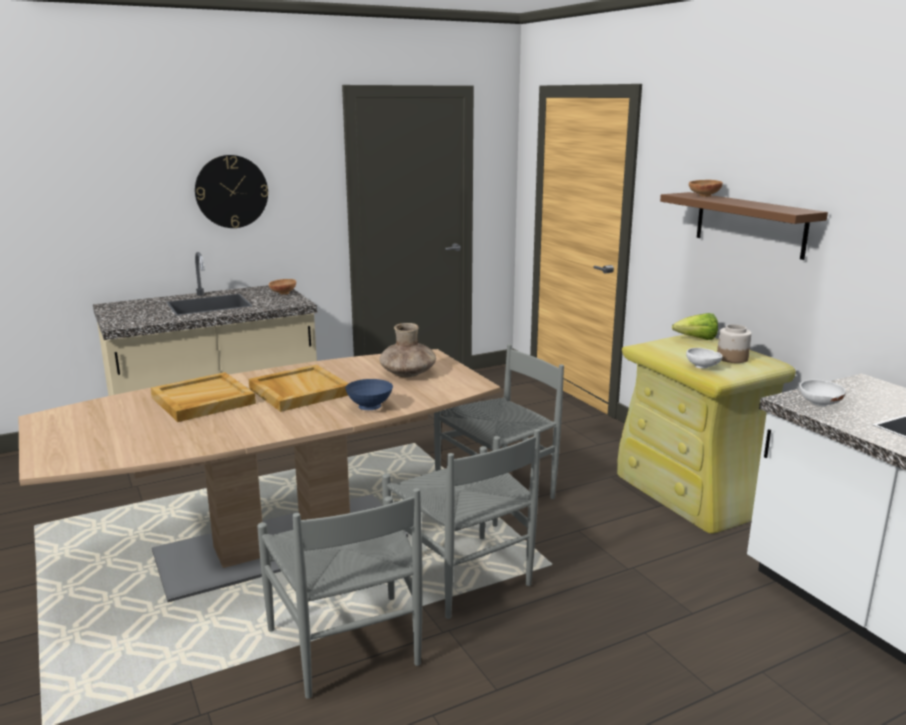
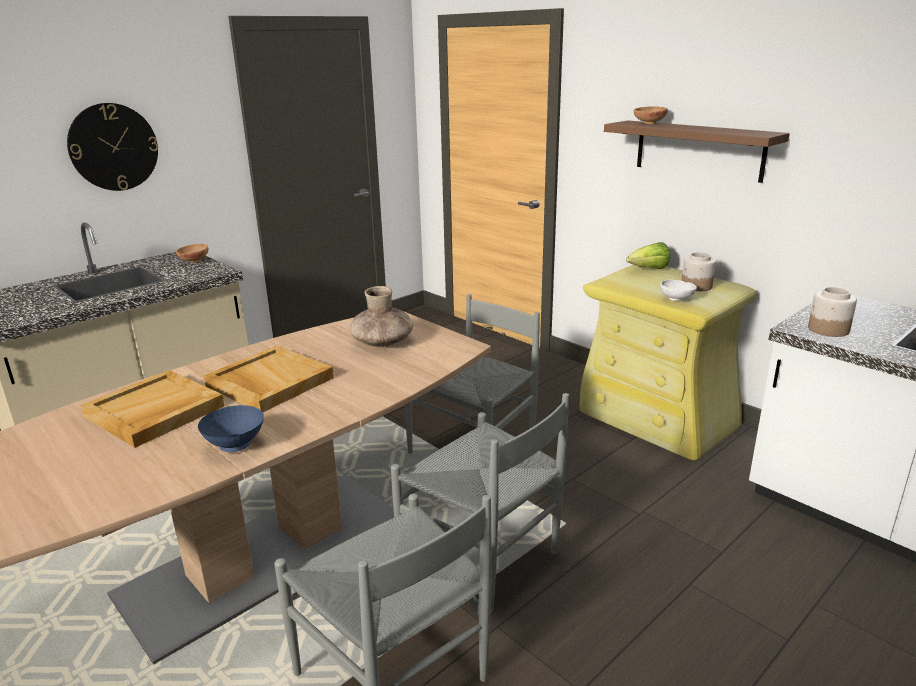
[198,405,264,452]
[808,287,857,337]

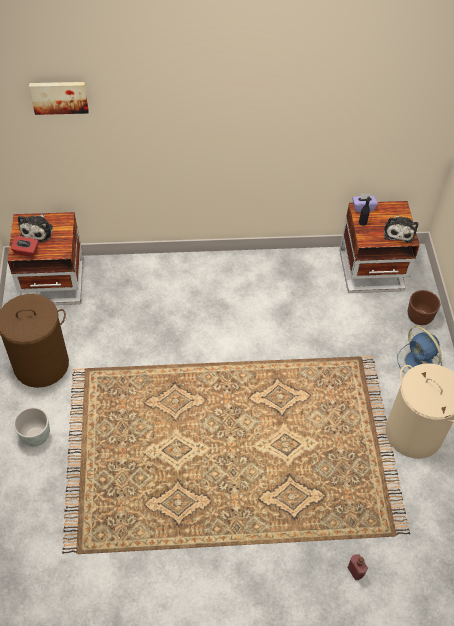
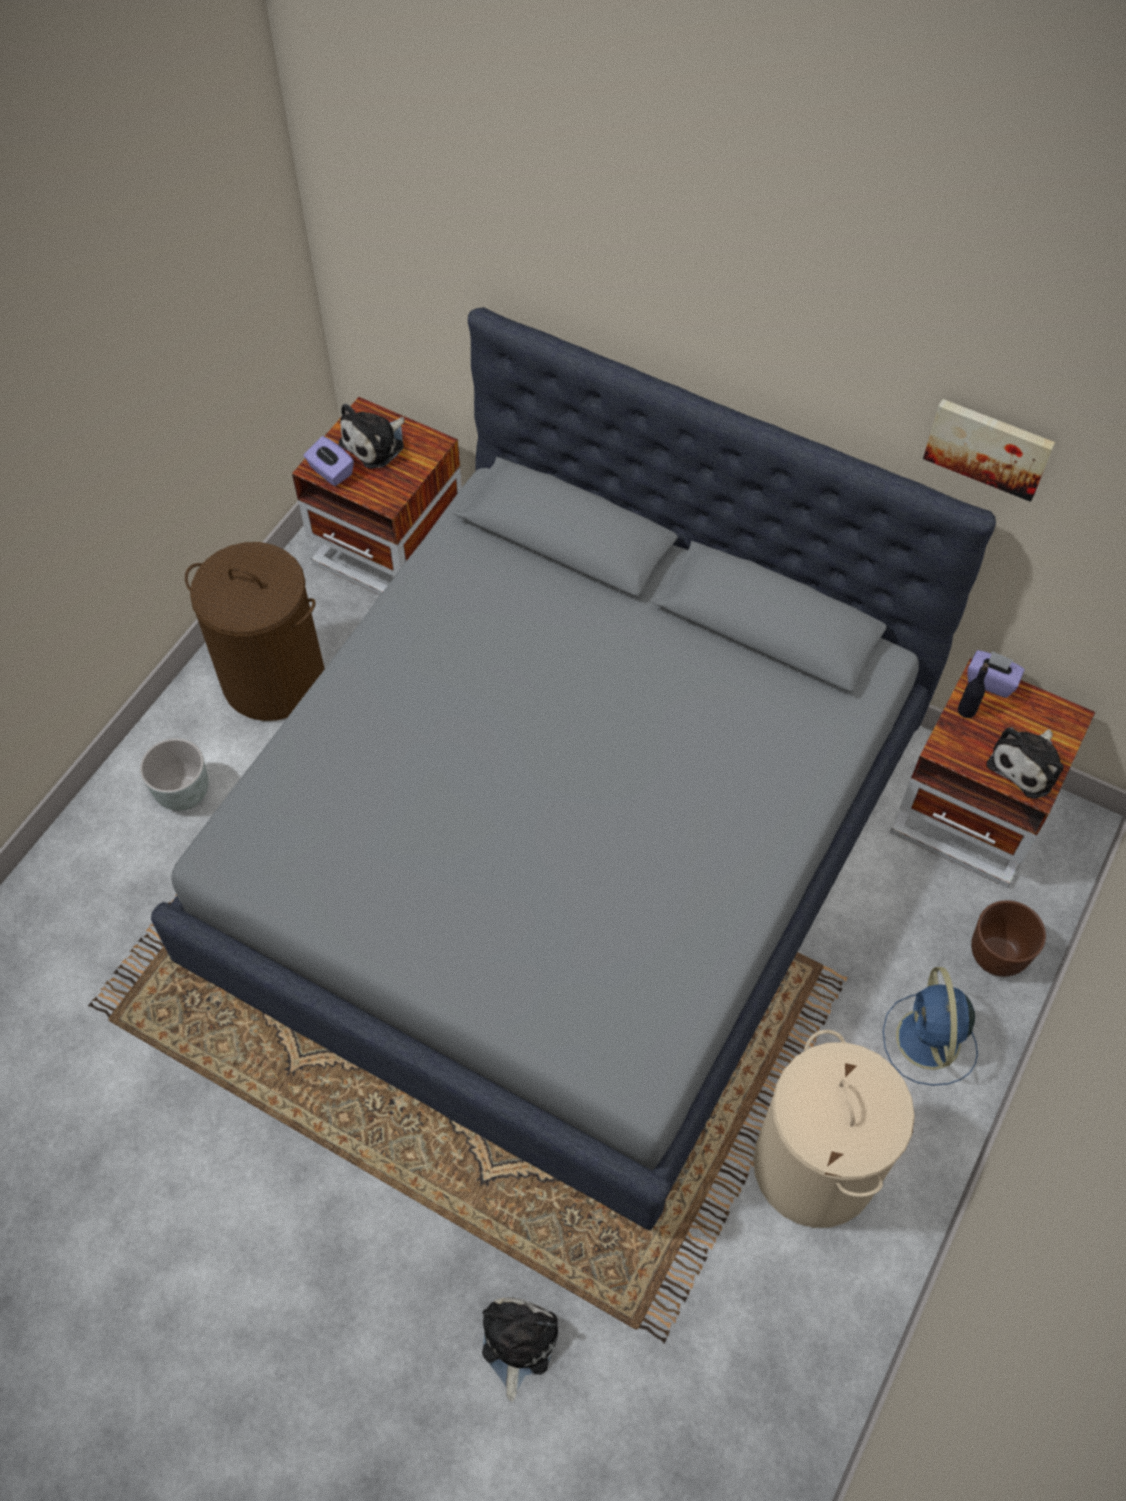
[304,436,354,486]
[923,399,1055,502]
[482,1297,558,1402]
[151,307,996,1231]

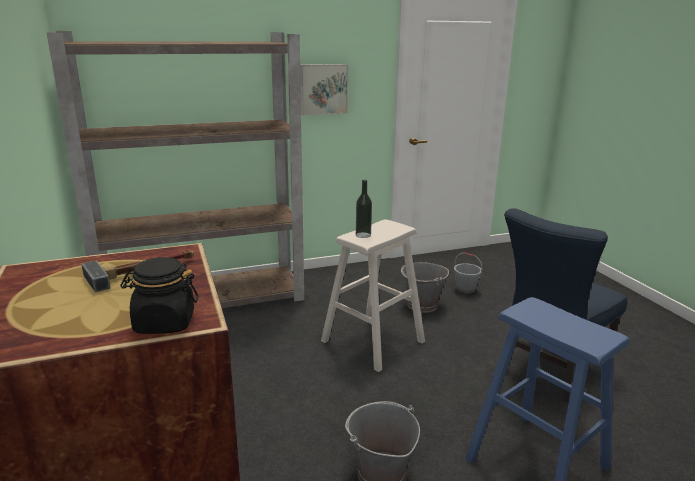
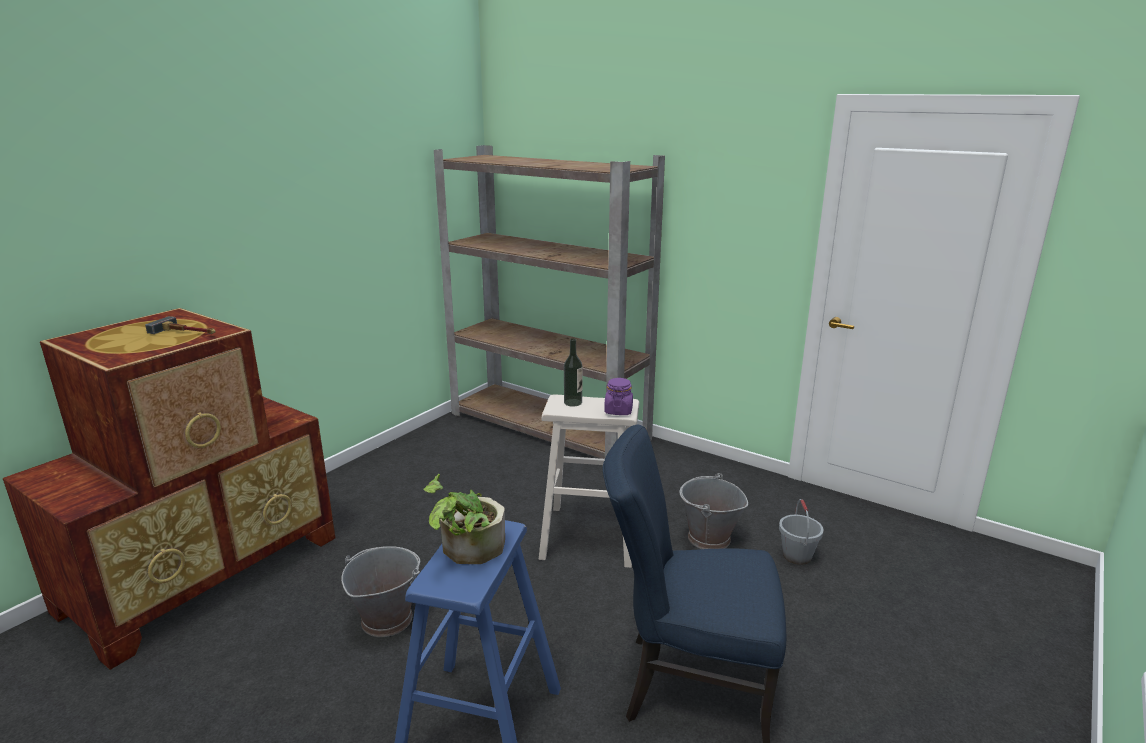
[120,257,199,334] (first image)
[300,64,348,116] (first image)
[423,474,505,564]
[604,378,633,415]

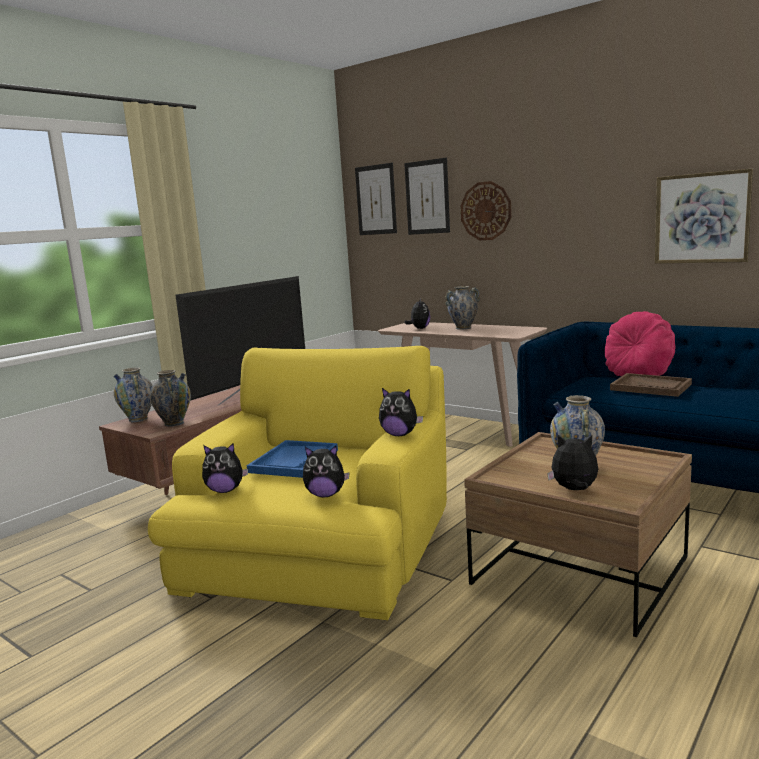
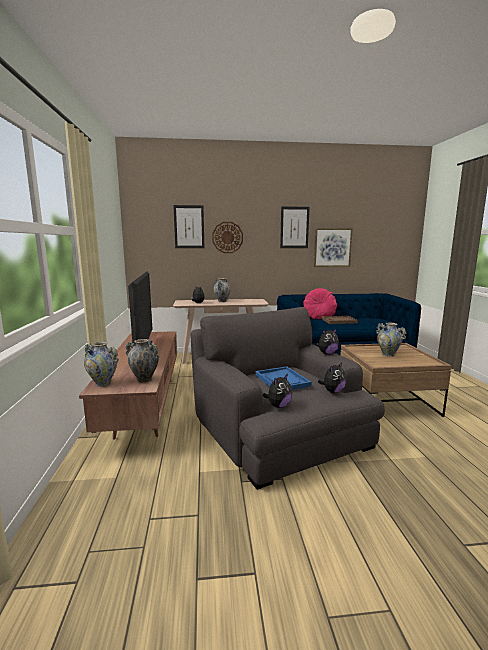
[190,307,385,490]
[280,206,310,248]
[547,434,598,490] (first image)

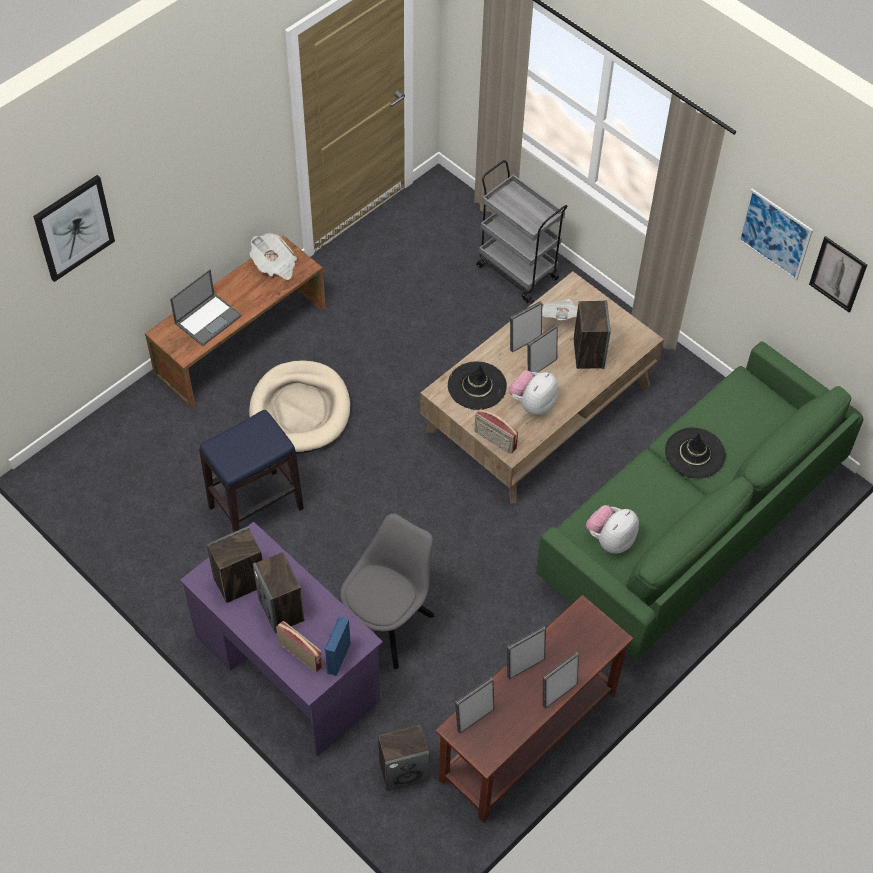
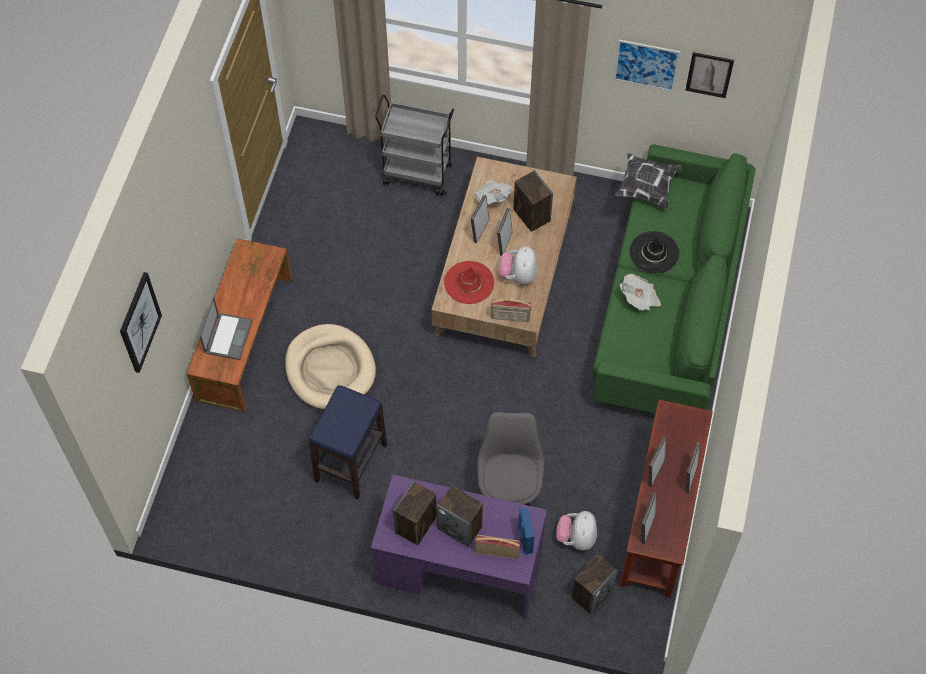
[620,274,661,311]
[444,261,494,304]
[556,511,597,551]
[615,153,683,209]

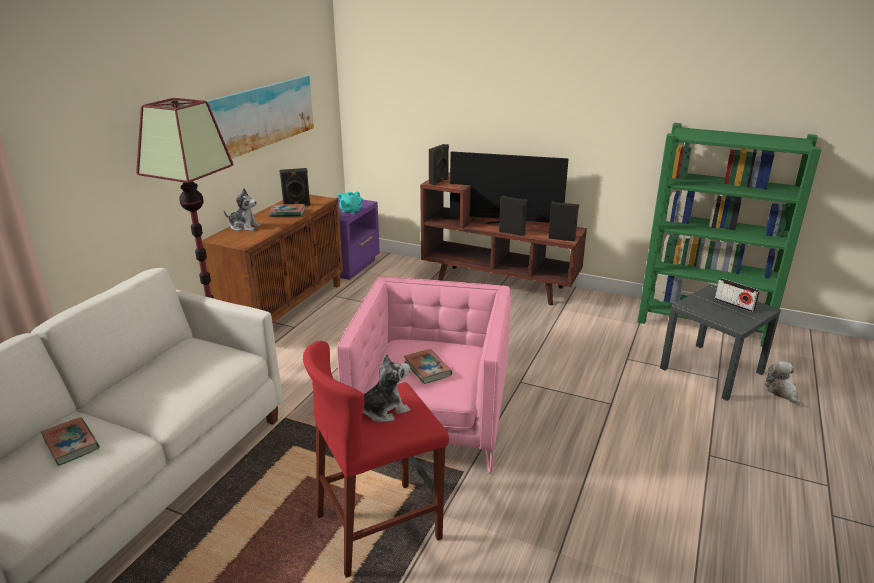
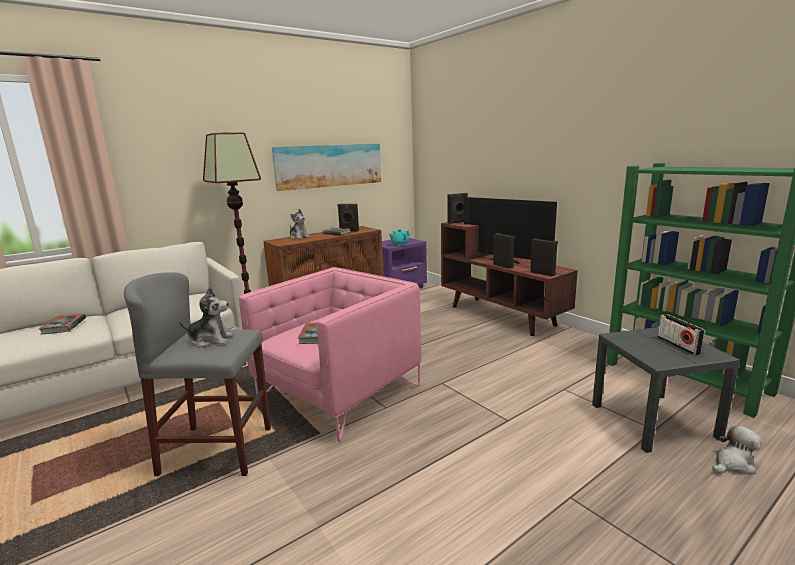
[124,272,271,476]
[712,425,762,474]

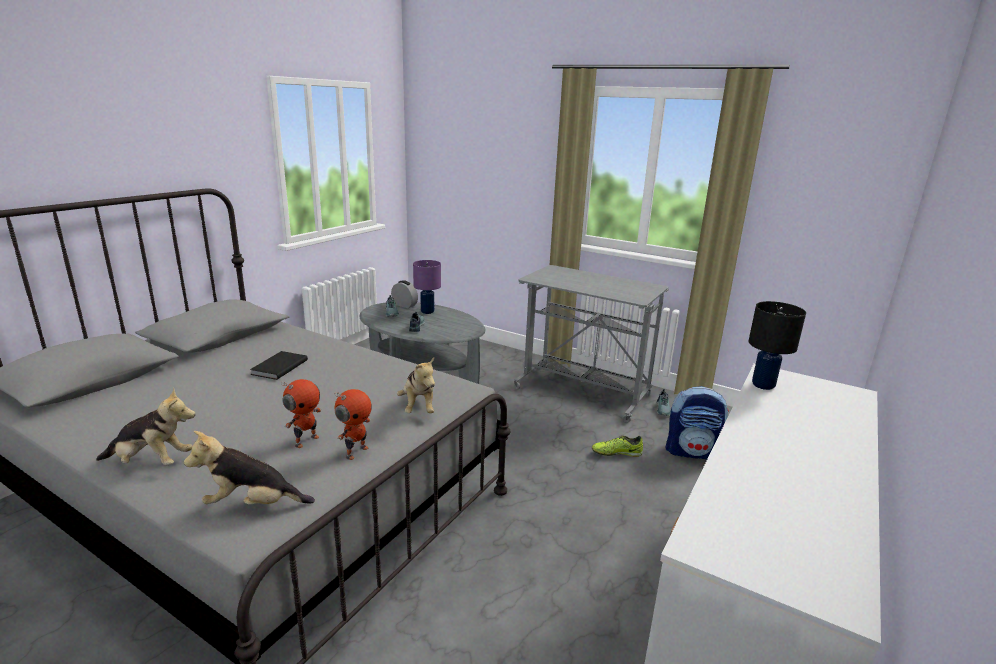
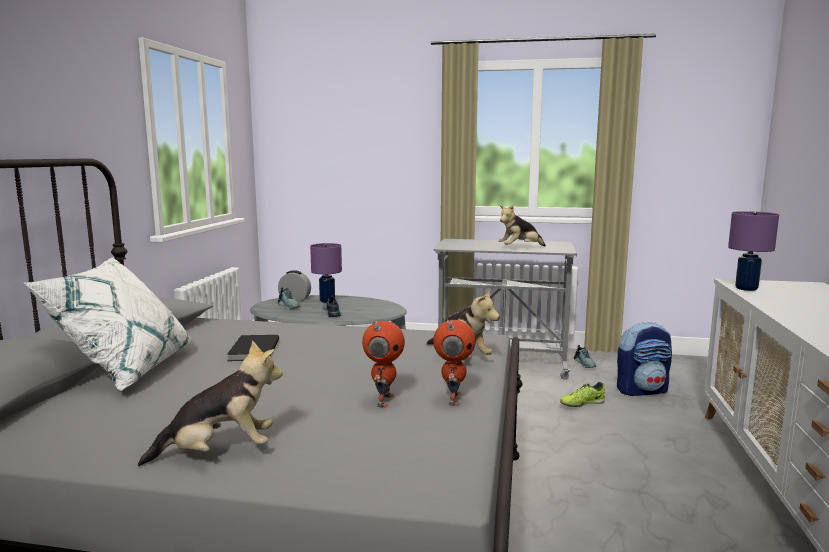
[499,205,546,246]
[728,211,779,291]
[24,257,191,391]

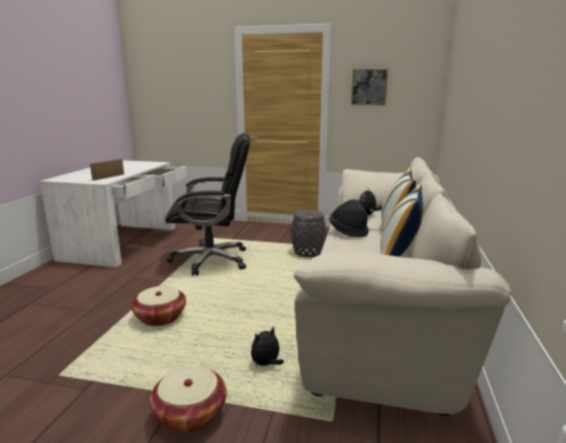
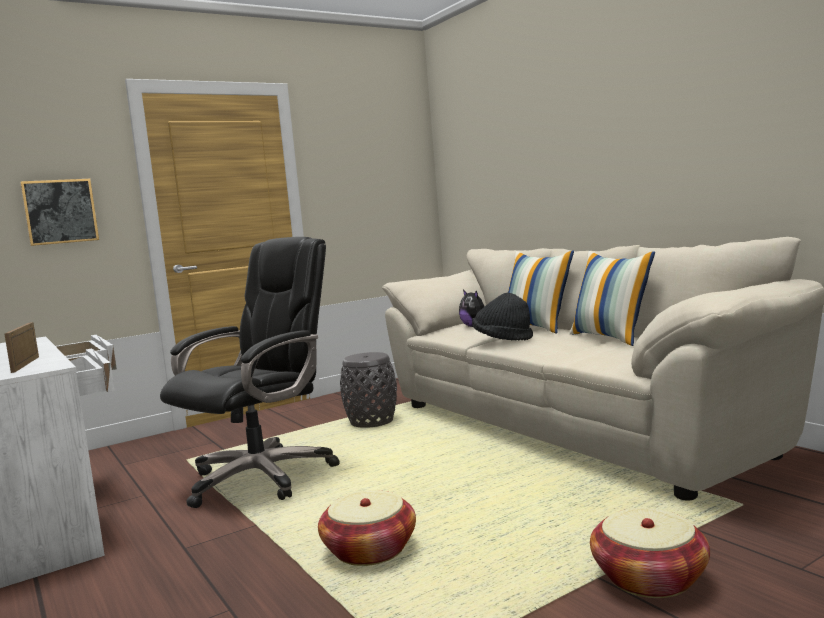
[251,326,284,366] (first image)
[20,179,99,246]

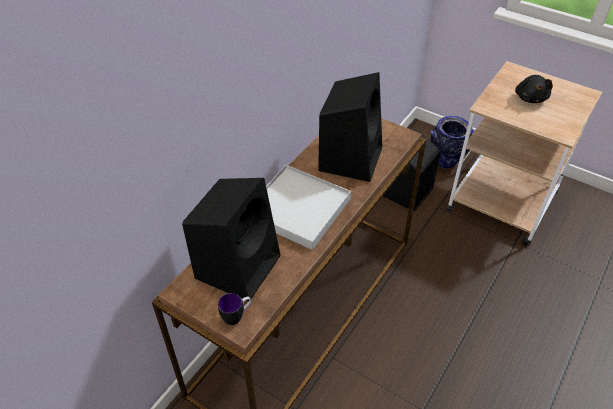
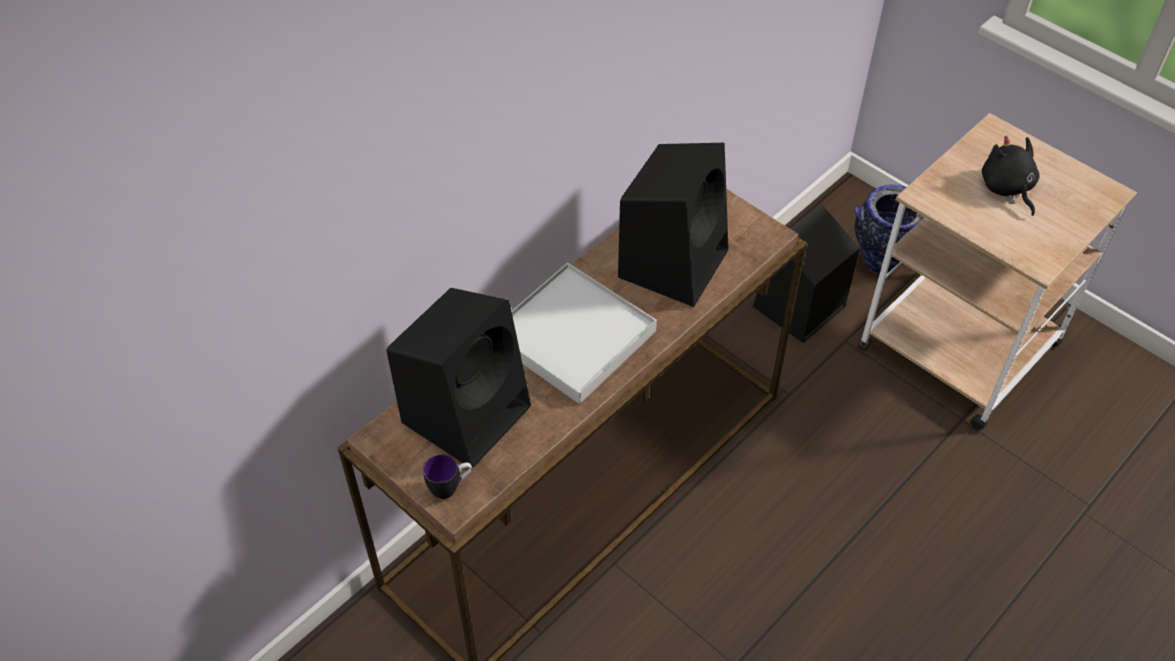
[982,136,1040,216]

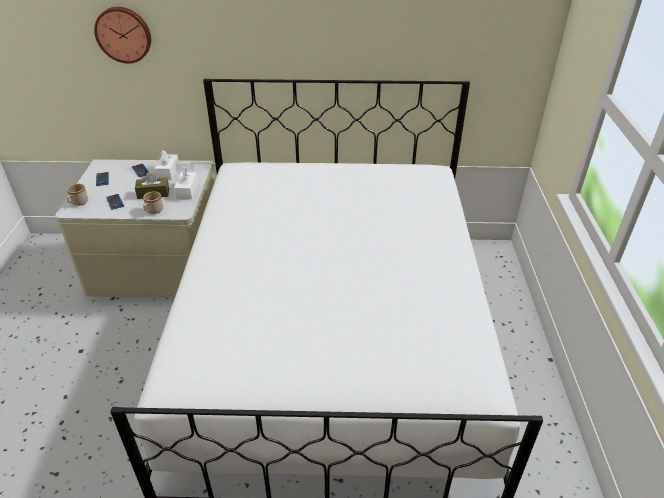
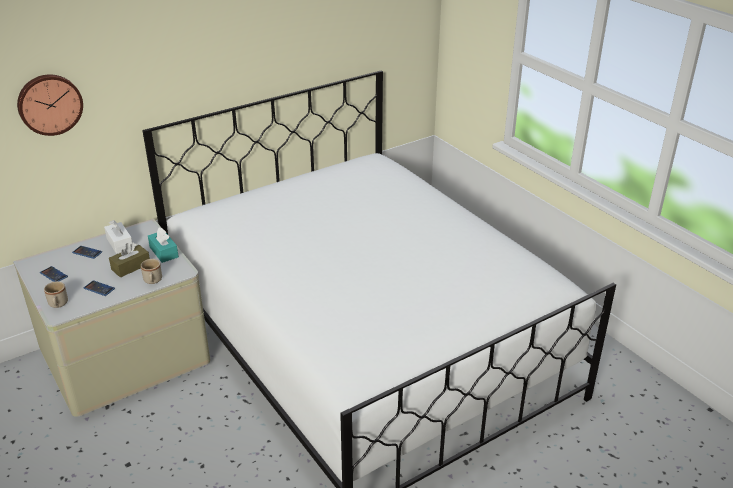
[148,227,179,263]

